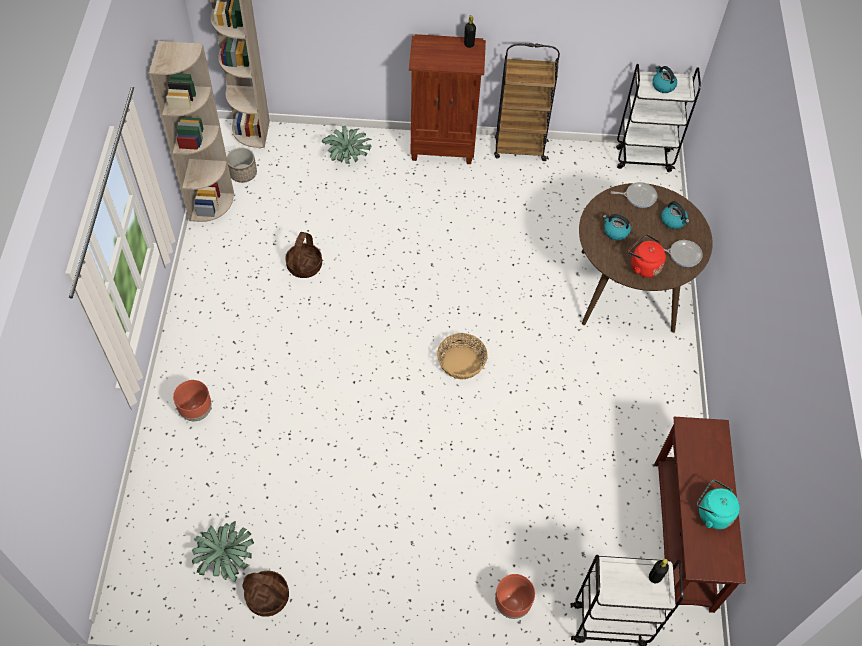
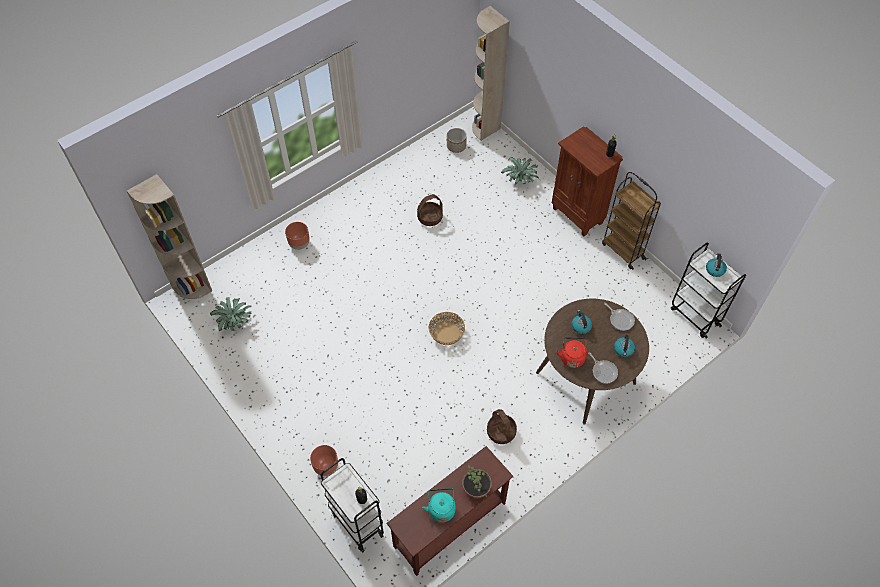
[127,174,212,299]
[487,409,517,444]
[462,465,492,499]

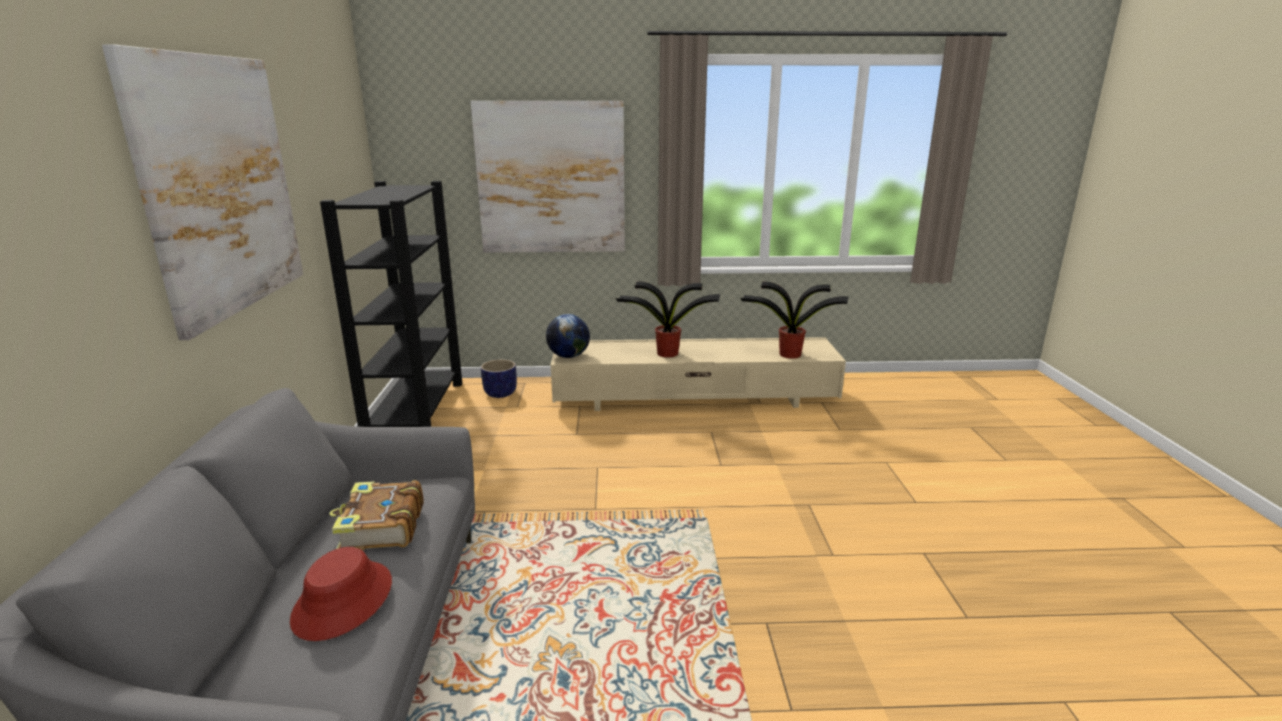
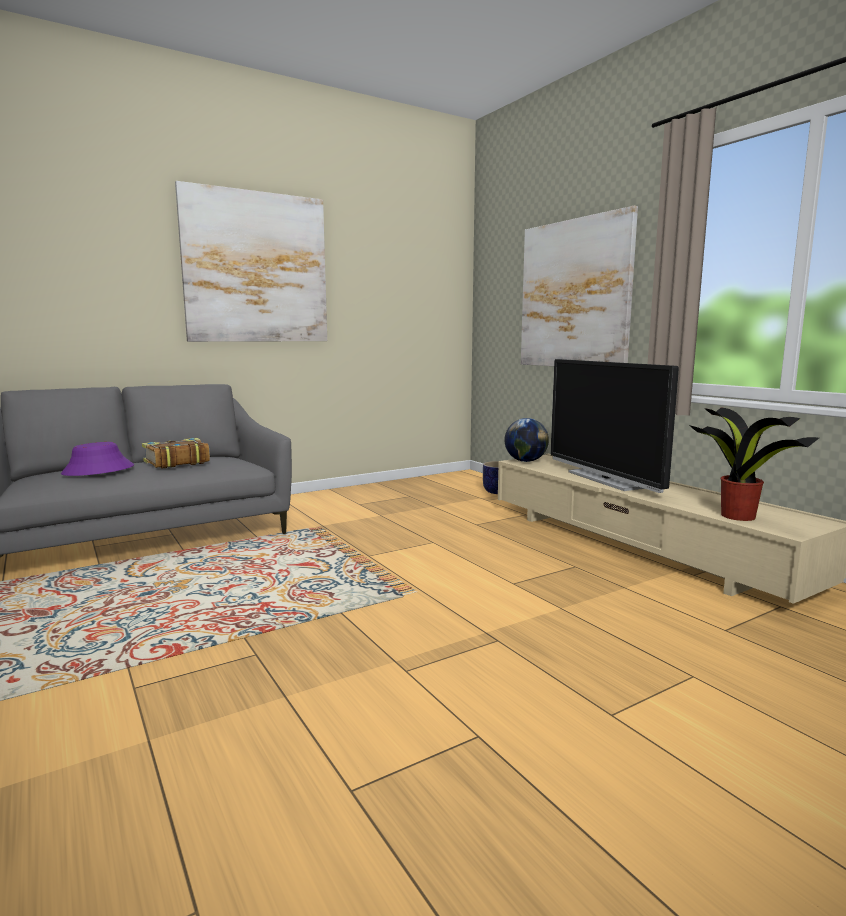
[61,442,134,476]
[320,181,462,427] (first image)
[551,359,679,493]

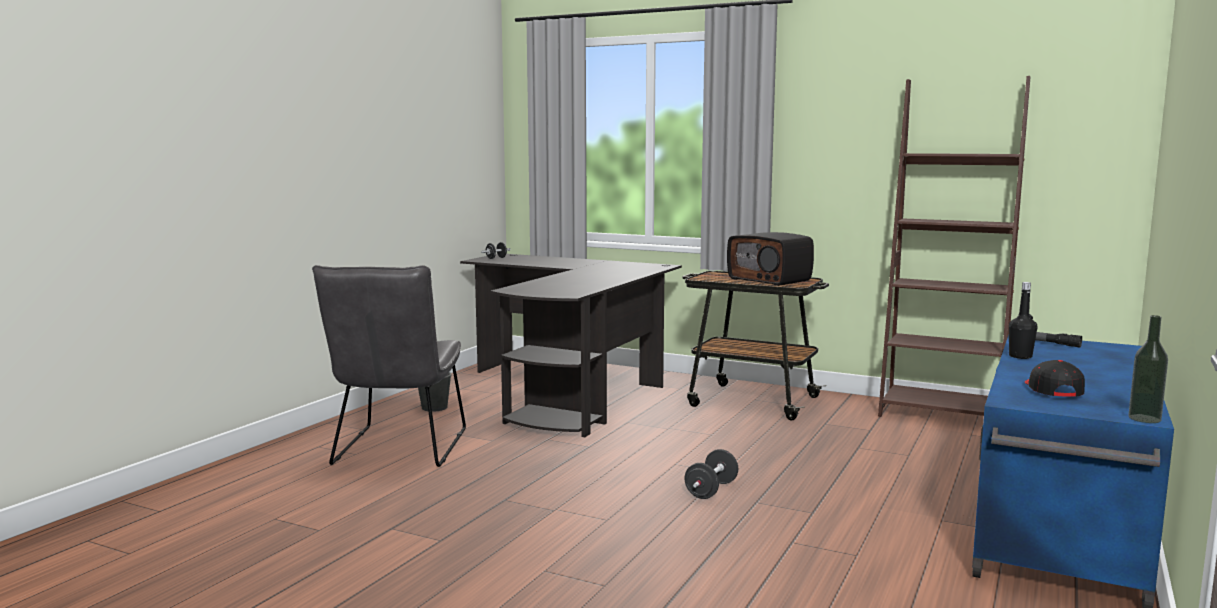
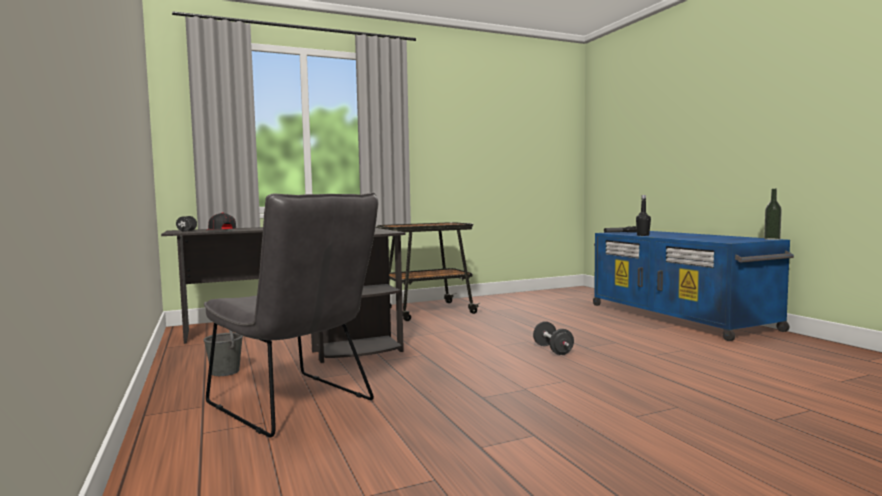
[727,232,814,286] (first image)
[878,76,1031,417] (first image)
[207,213,236,230]

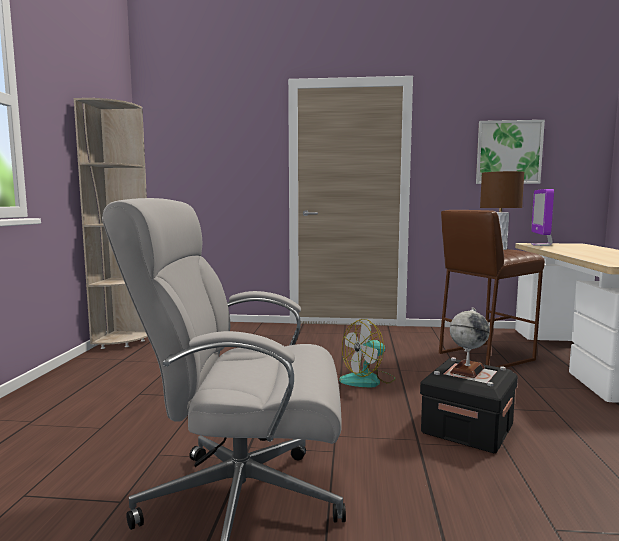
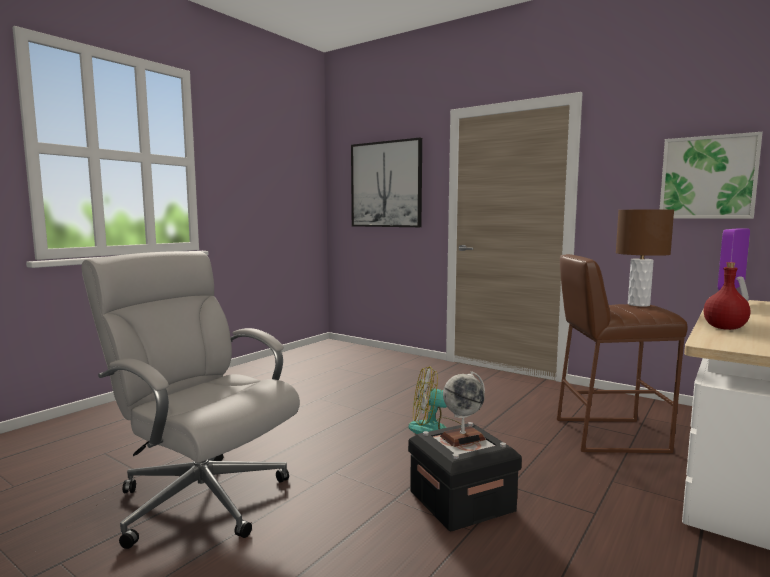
[74,98,148,349] (first image)
[351,138,422,227]
[704,262,750,330]

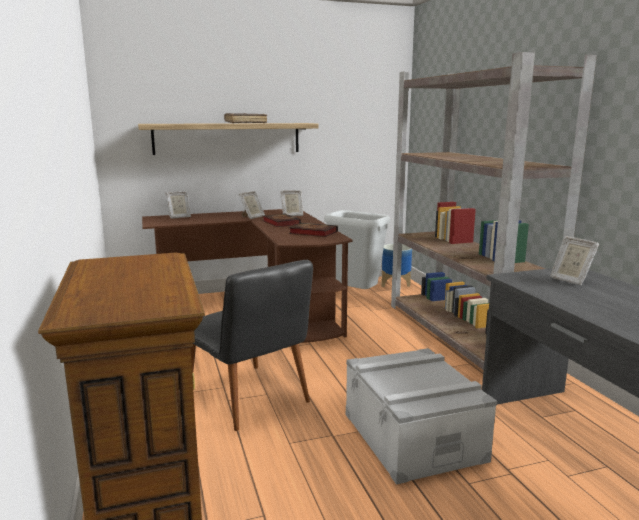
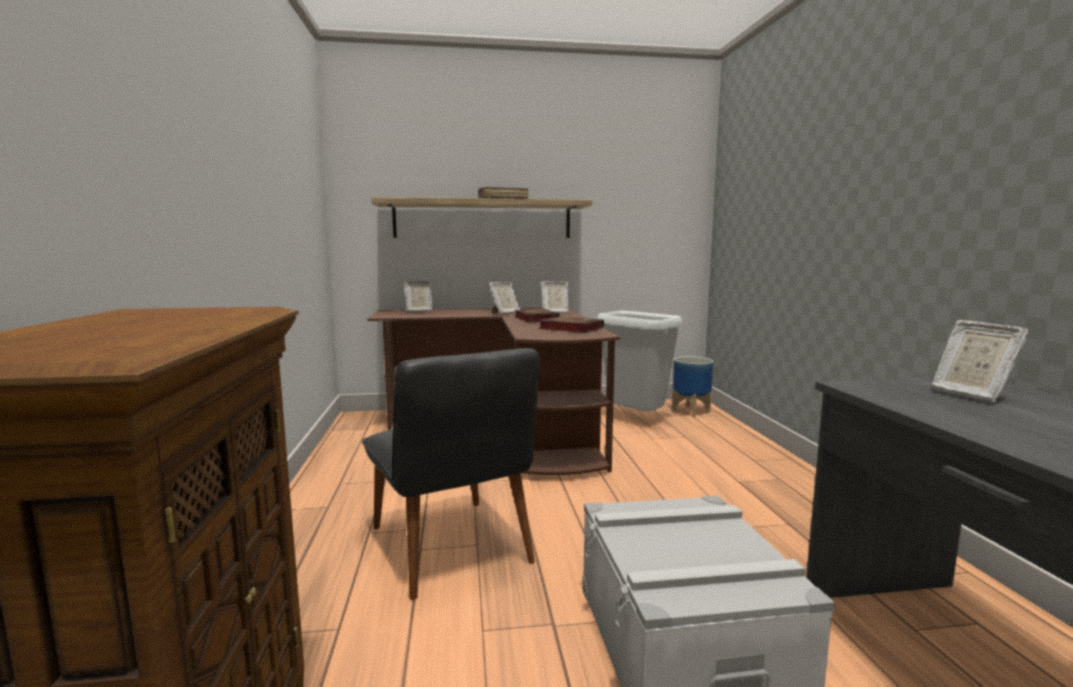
[391,52,597,370] (first image)

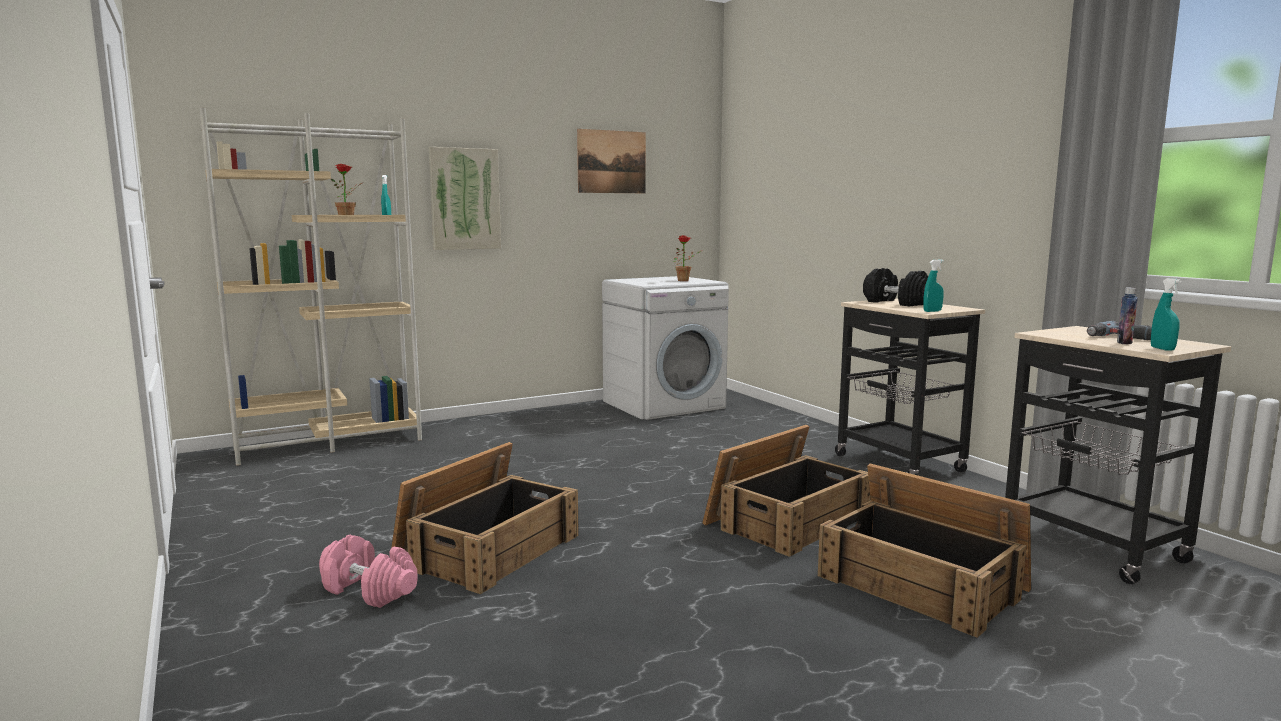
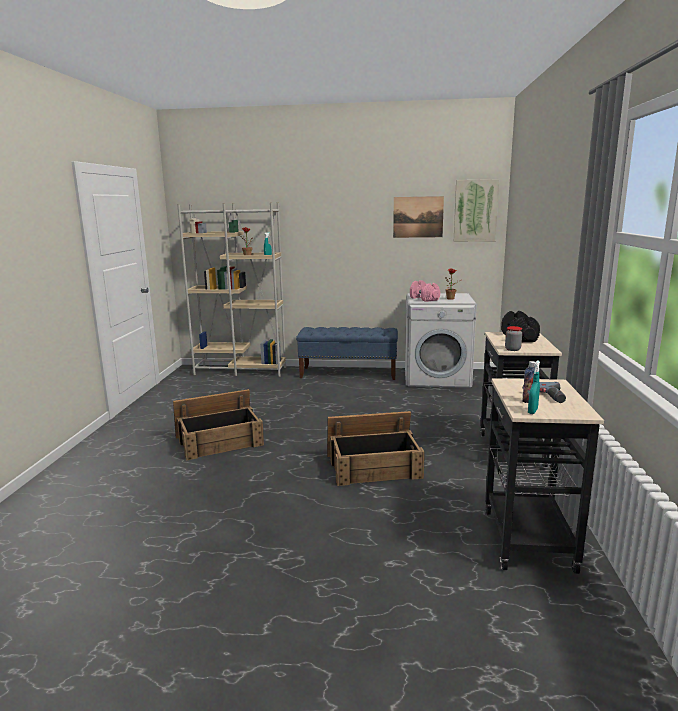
[410,280,440,302]
[454,179,499,242]
[818,464,1031,638] (first image)
[505,326,522,351]
[296,327,398,380]

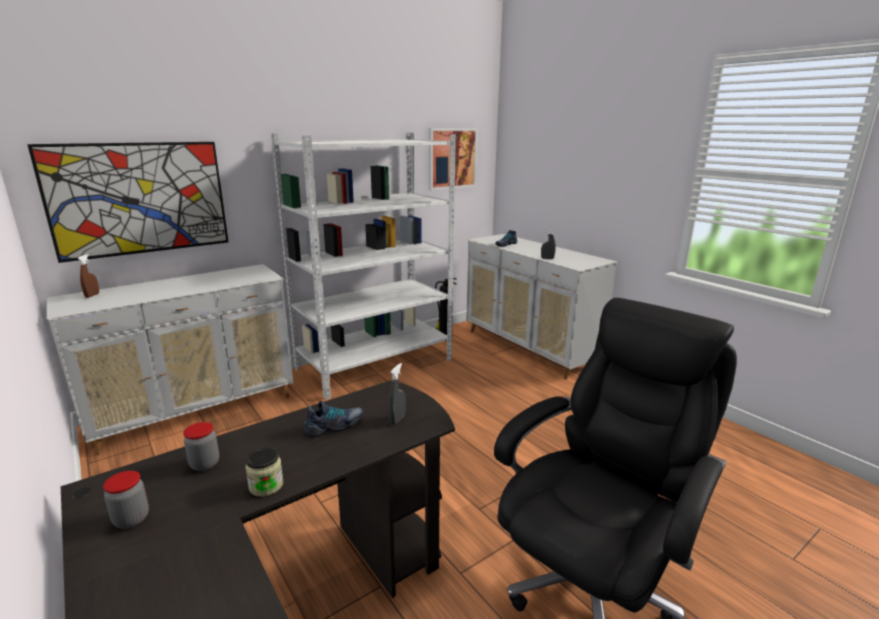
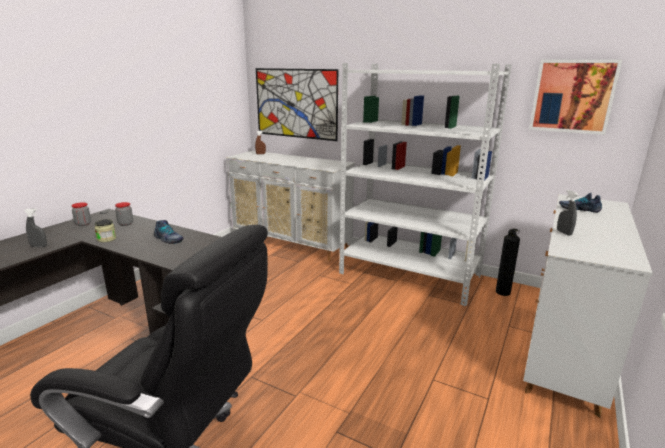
[25,209,47,247]

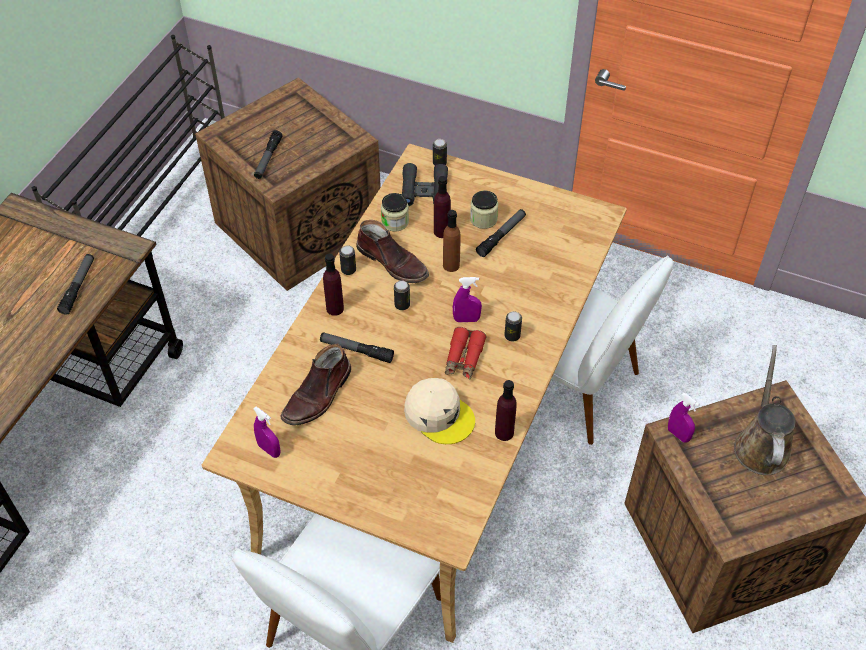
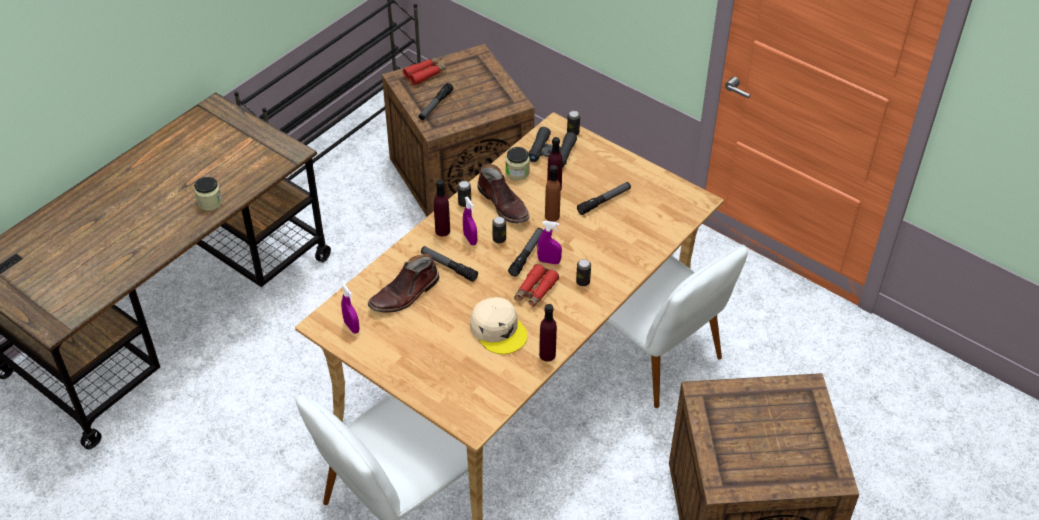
[508,228,543,277]
[194,177,222,211]
[463,197,477,245]
[734,345,796,475] (first image)
[403,57,446,85]

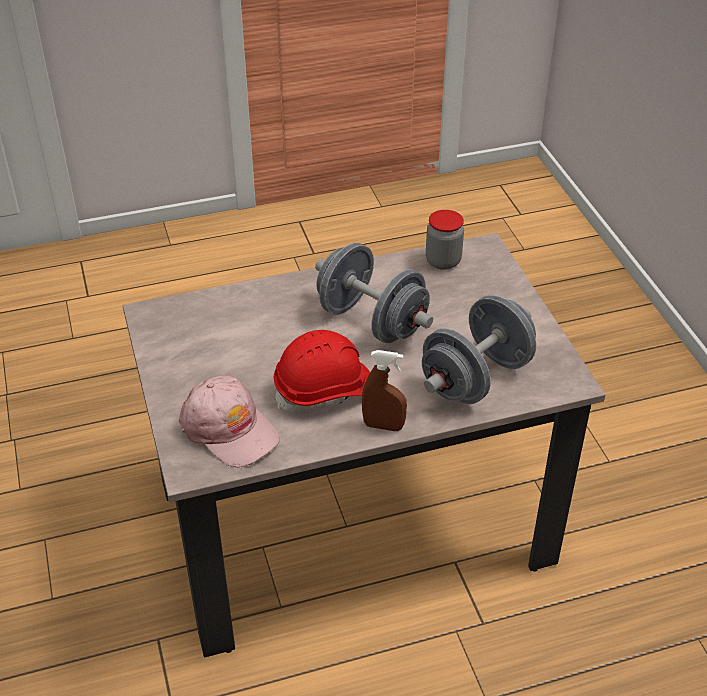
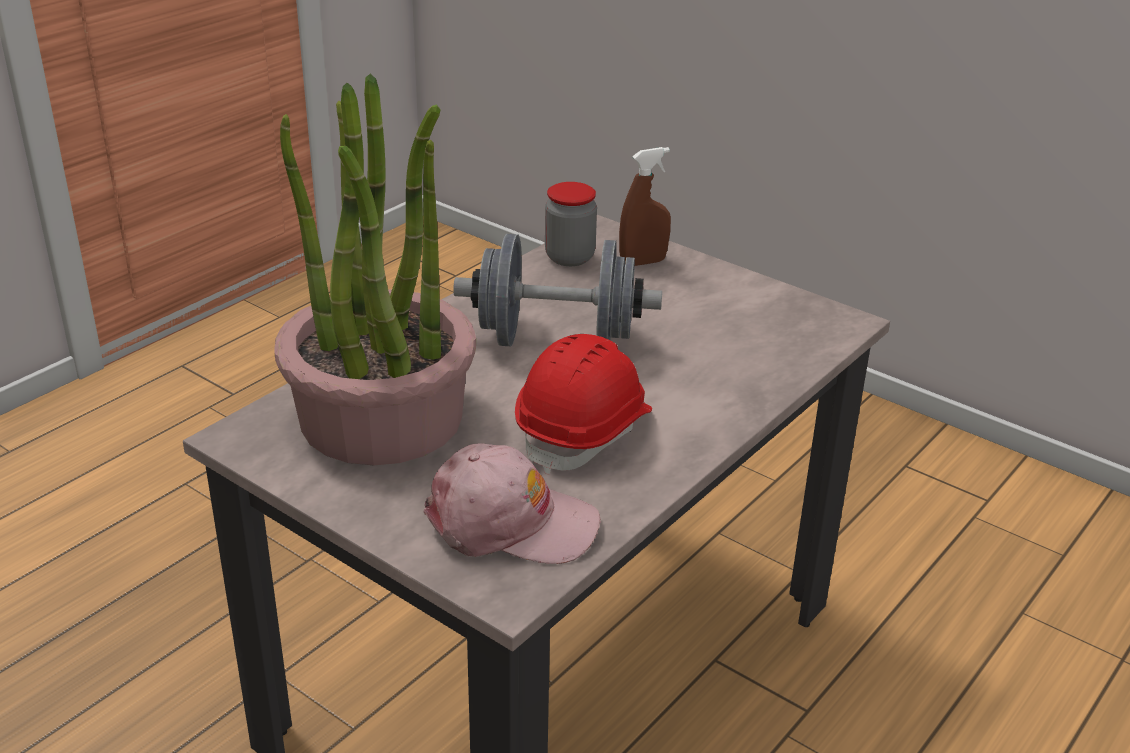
[619,147,671,266]
[422,295,536,404] (first image)
[274,74,476,466]

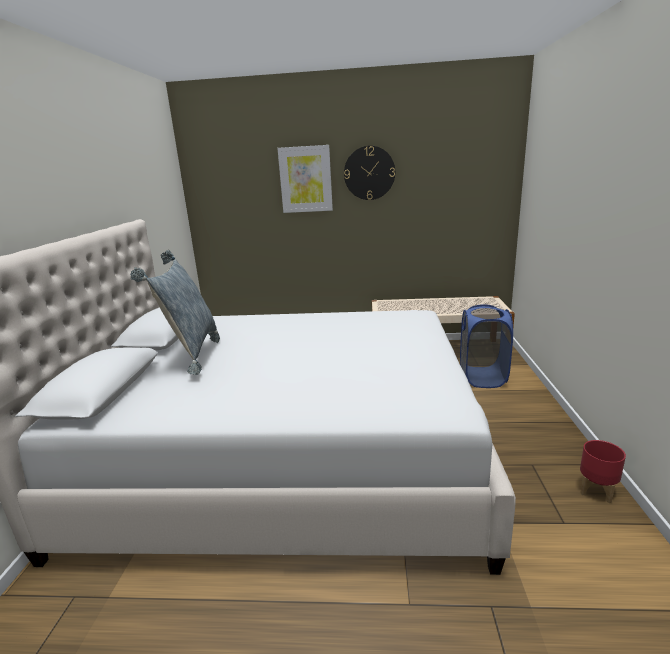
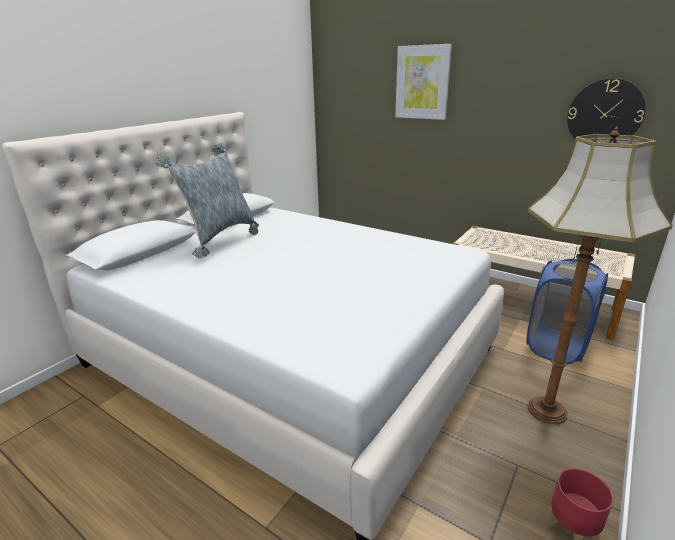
[567,78,646,139]
[528,126,673,424]

